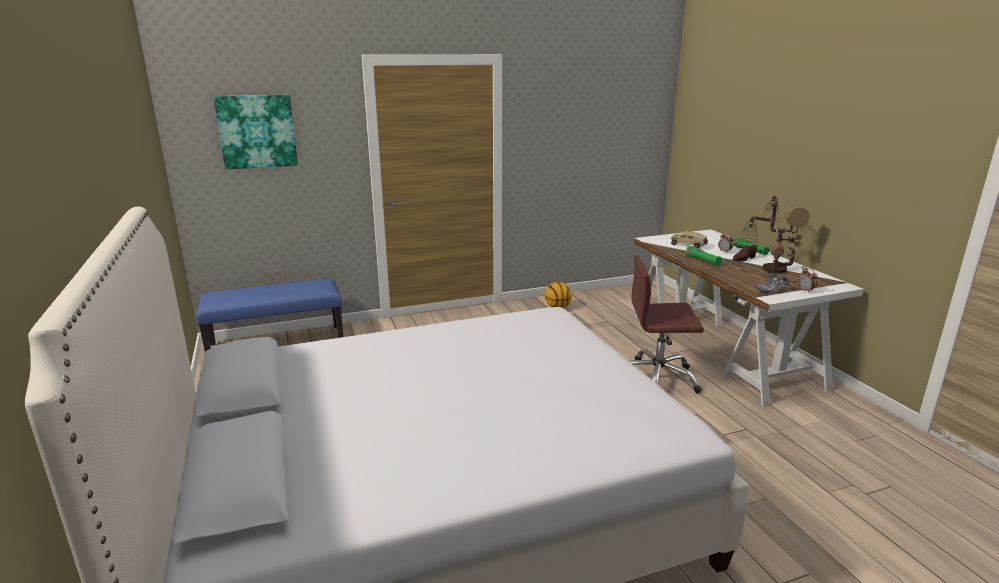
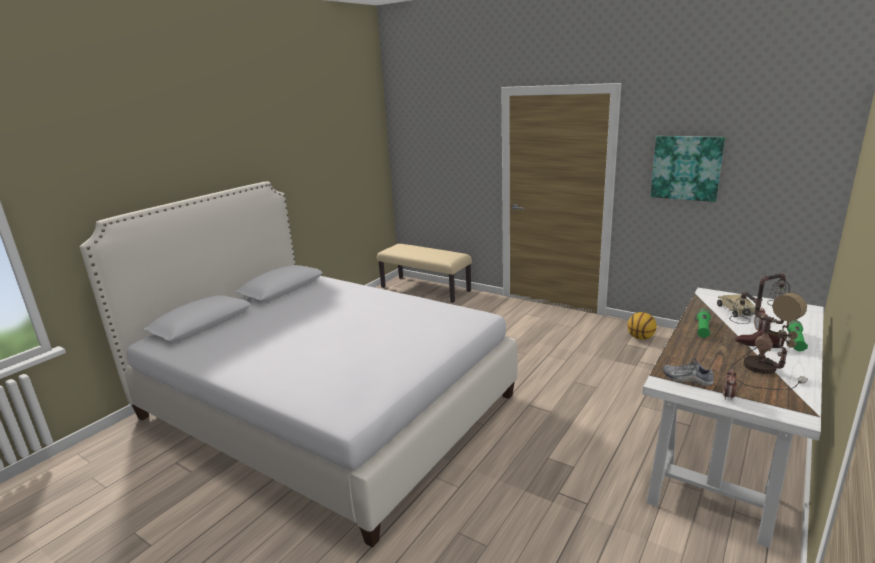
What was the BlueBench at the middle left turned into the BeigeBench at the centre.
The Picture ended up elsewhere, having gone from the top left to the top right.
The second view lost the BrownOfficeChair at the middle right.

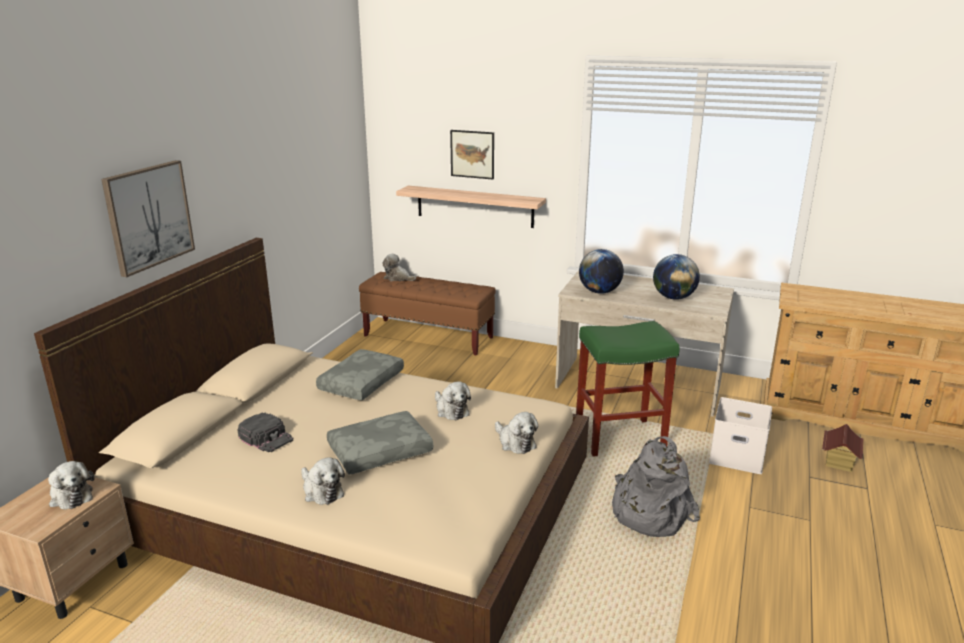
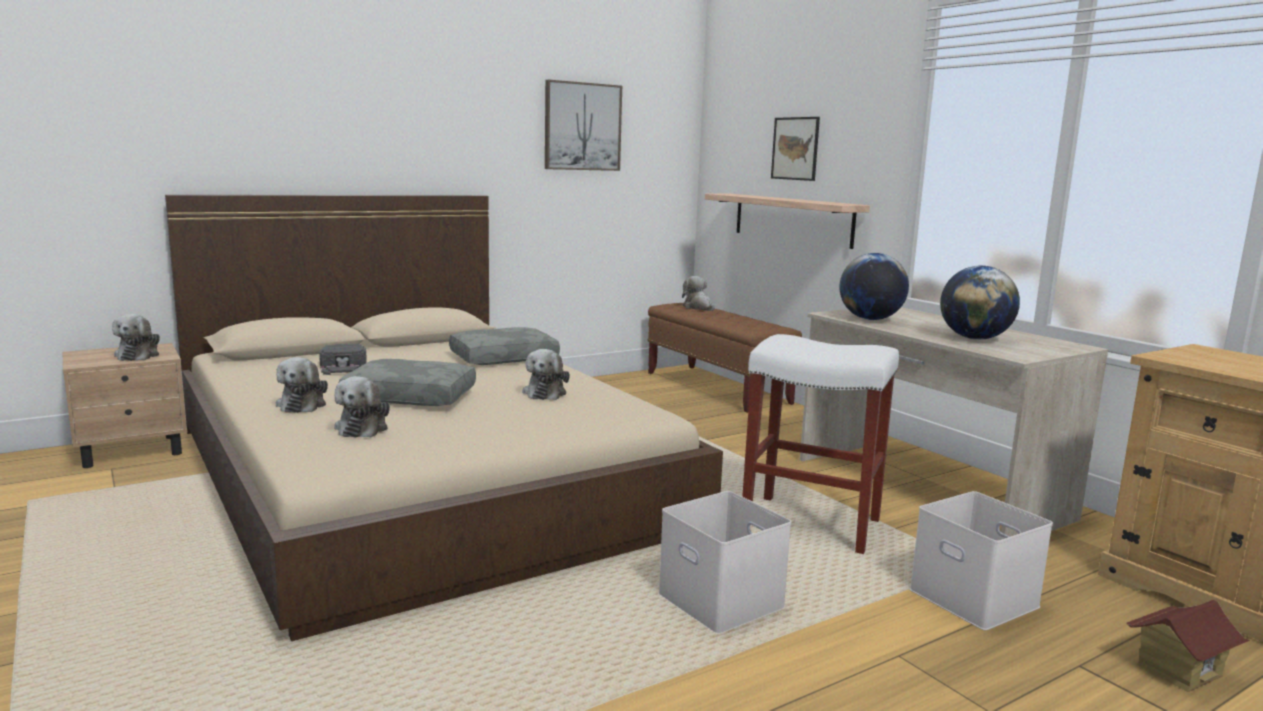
The Picture (no. 1 from left) ended up elsewhere, having gone from the middle left to the top centre.
The PlushToy (no. 5 from left in the first image) ended up elsewhere, having gone from the bottom centre to the middle left.
What was the GreenStool at the centre turned into the WhiteStool at the centre.
Where the GreyBackpack stood at the bottom right, the WhiteStorageBox (no. 1 from left) came to stand at the bottom centre.

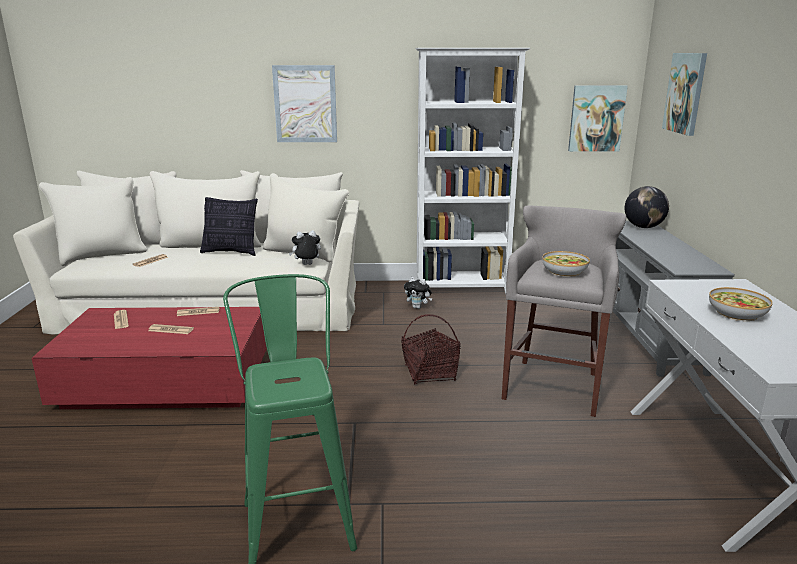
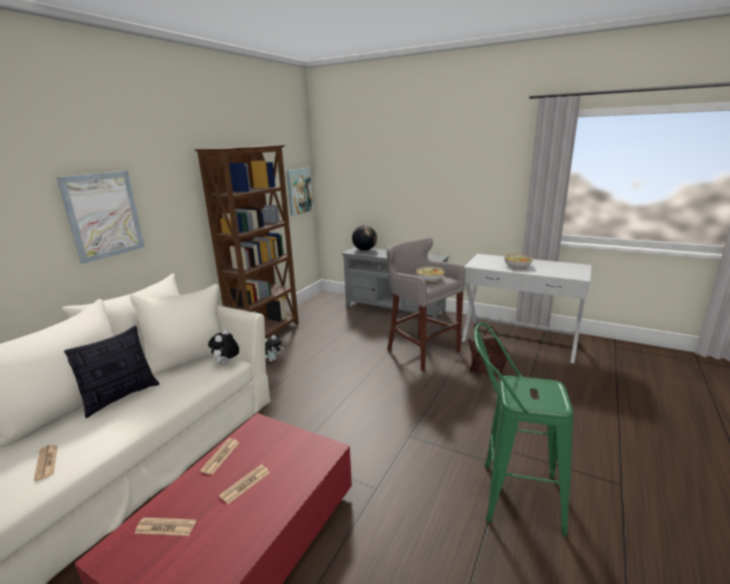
The Basket ended up elsewhere, having gone from the centre to the middle right.
What was the WhiteBookcase at the top centre turned into the BrownBookcase at the centre.
The second view lost the Picture (no. 3 from left) at the top right.

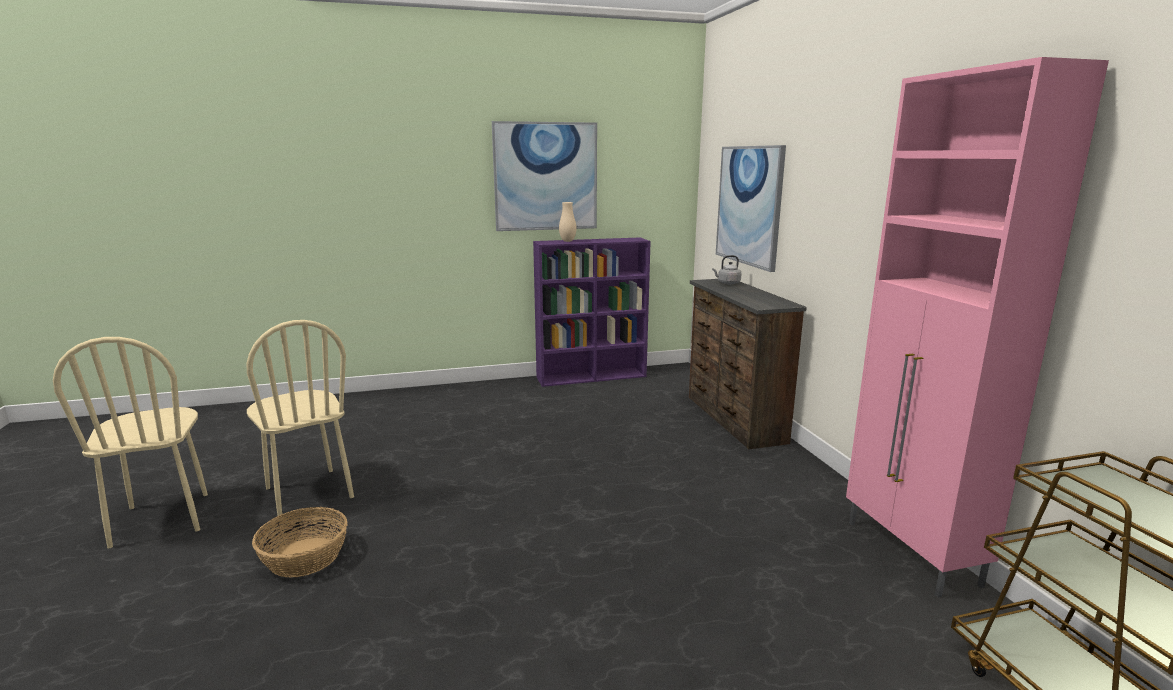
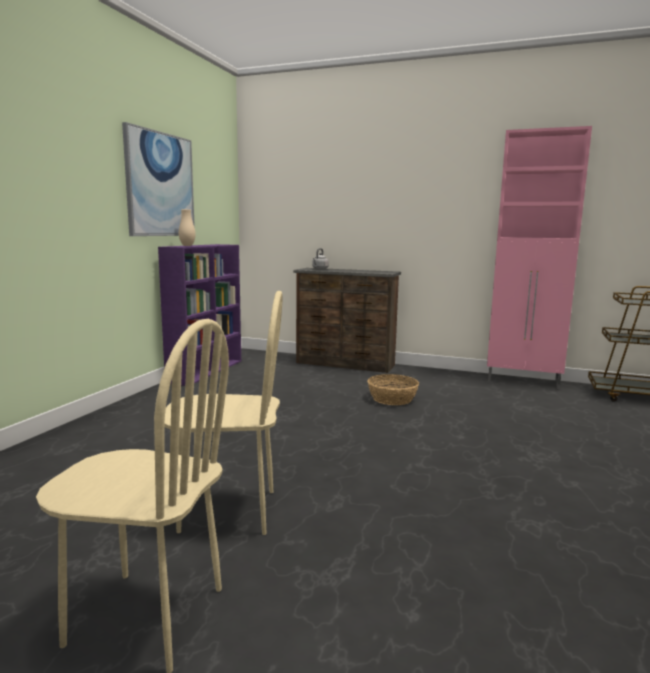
The Basket ended up elsewhere, having gone from the bottom left to the centre.
The second view lost the Picture (no. 2 from left) at the top centre.

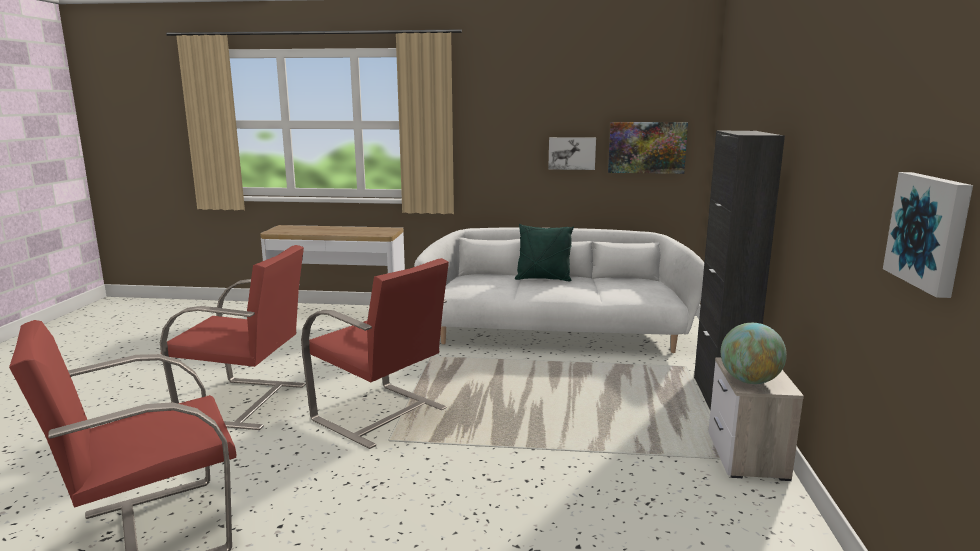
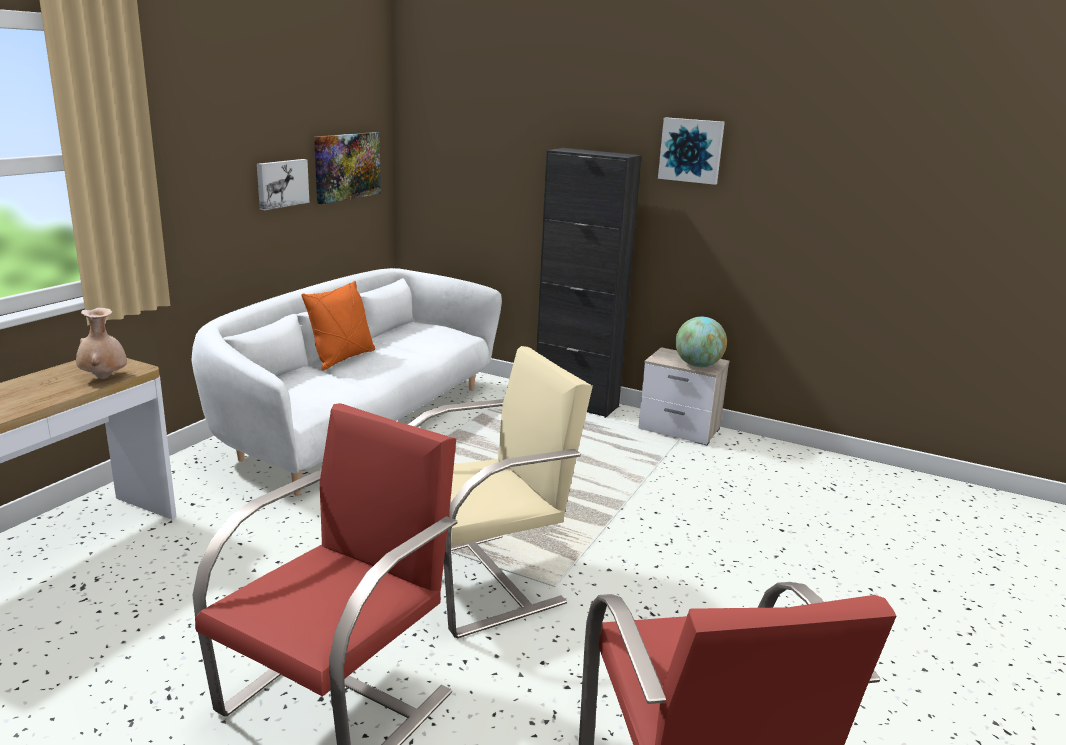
What was the RedArmchair (no. 3 from left) at the centre turned into the BeigeArmchair at the centre.
What was the GreenPillow at the centre turned into the OrangePillow at the middle left.
The Picture (no. 3 from left) ended up elsewhere, having gone from the middle right to the top centre.
The second view gained the BeigeVase at the middle left.

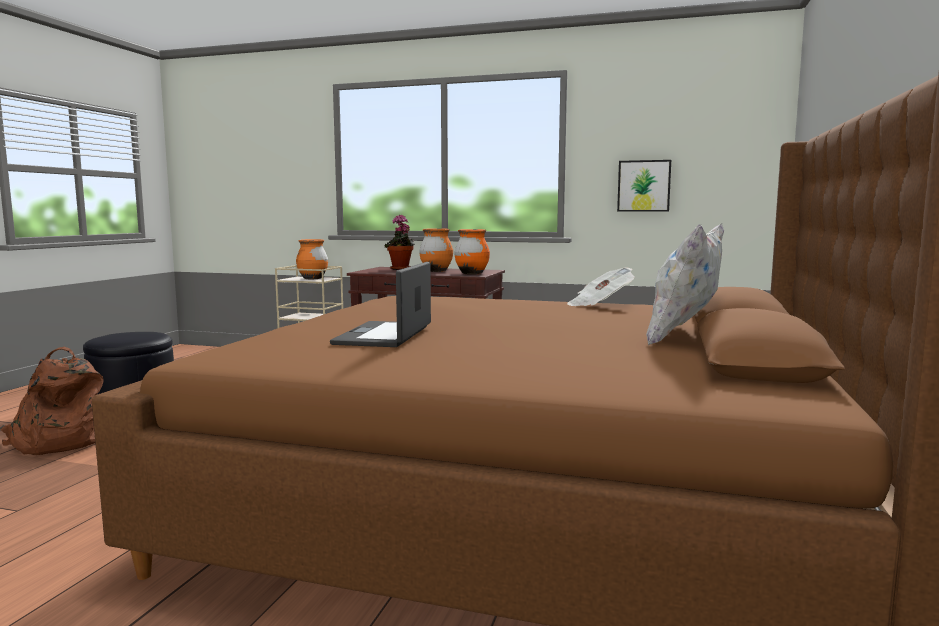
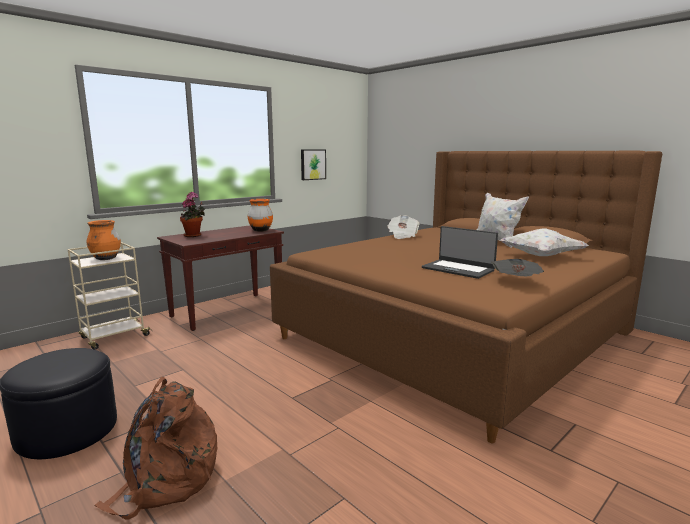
The second view lost the OrangeVase (no. 2 from left) at the centre.
The second view gained the Newspaper (no. 2 from left) at the middle right.
The second view gained the WhitePillow (no. 2 from left) at the middle right.

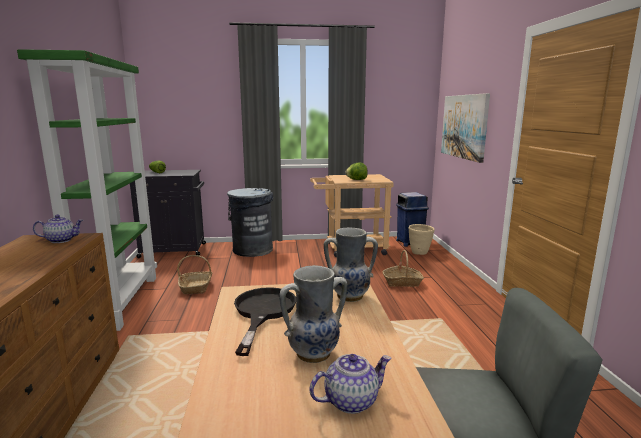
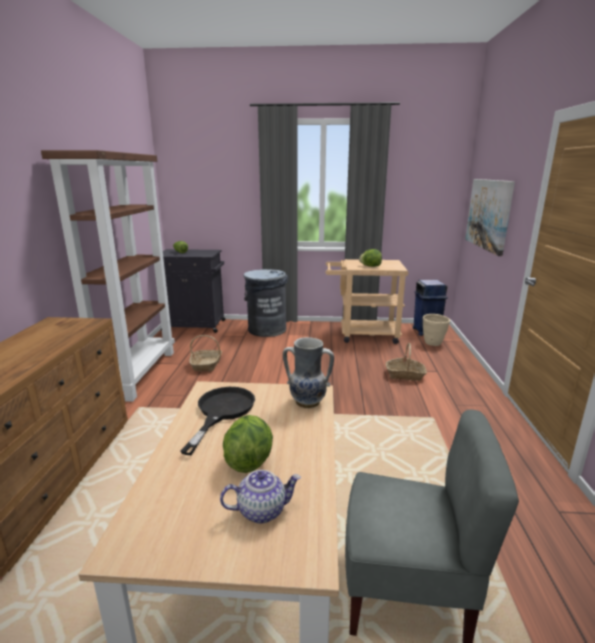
What was the GreenBookcase at the middle left turned into the BrownBookcase at the middle left.
The second view lost the Teapot (no. 1 from left) at the middle left.
Where the Vase (no. 1 from left) stood at the bottom centre, the Lettuce (no. 2 from left) came to stand at the bottom centre.

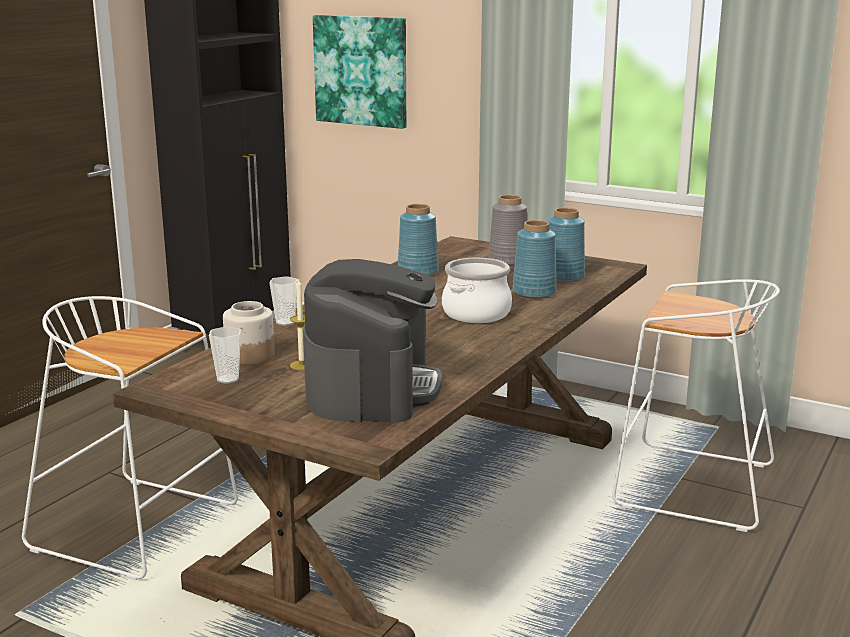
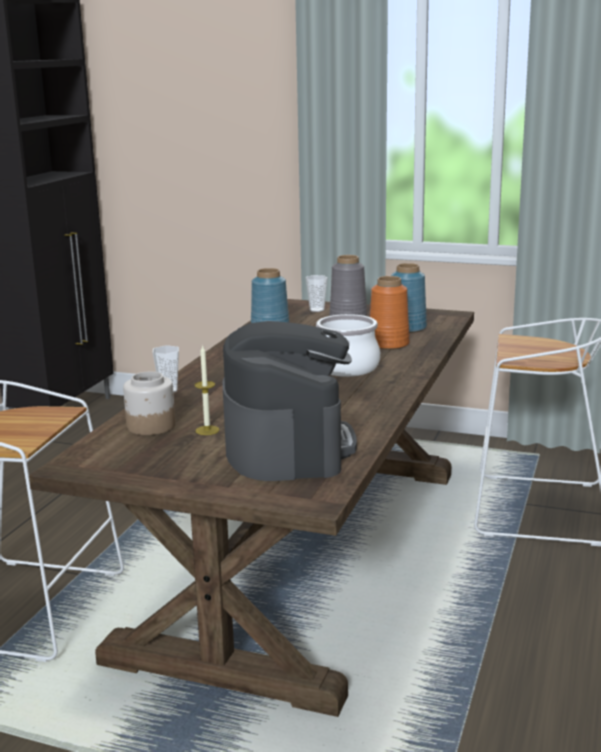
The Cup (no. 1 from left in the first image) ended up elsewhere, having gone from the middle left to the centre.
The second view lost the Picture at the top centre.
What was the BlueVase (no. 2 from left) at the centre turned into the OrangeVase at the centre.

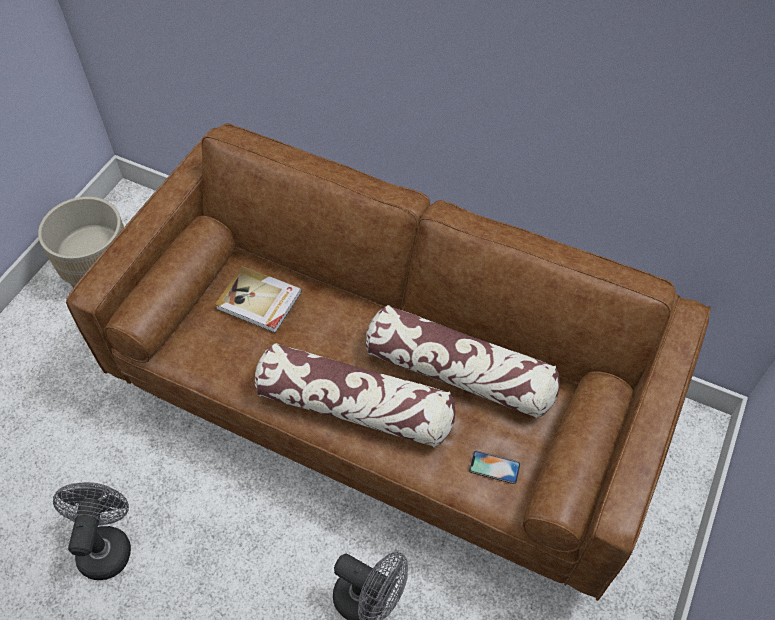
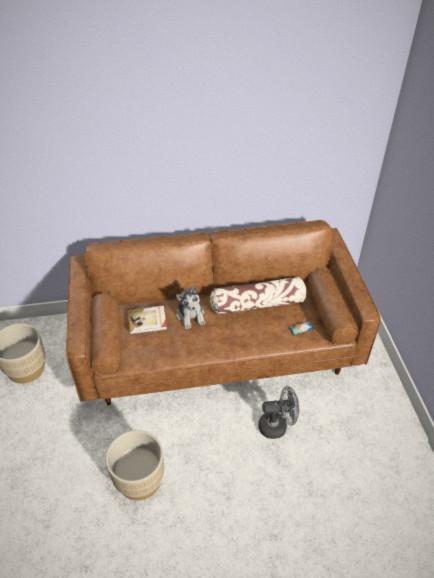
Where the GreyFan (no. 1 from left) stood at the bottom left, the BeigePlanter (no. 2 from left) came to stand at the bottom left.
The second view lost the Pillow (no. 1 from left) at the centre.
The second view gained the PlushToy at the centre.

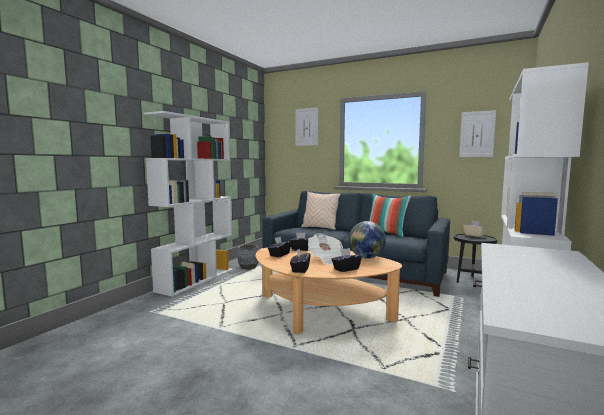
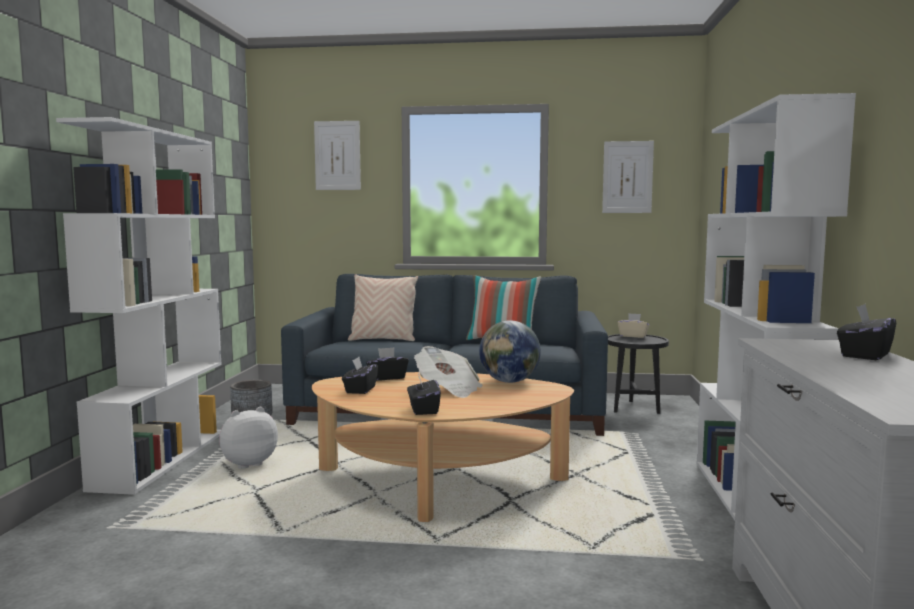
The BlackTissueBox (no. 4 from left) ended up elsewhere, having gone from the centre to the middle right.
The second view gained the PlushToy at the bottom left.

